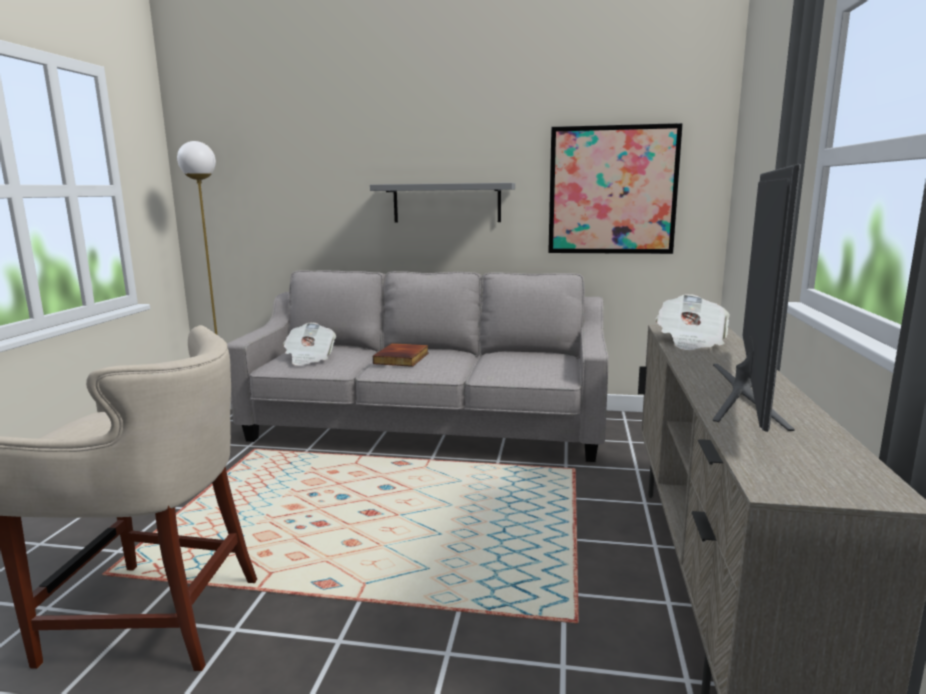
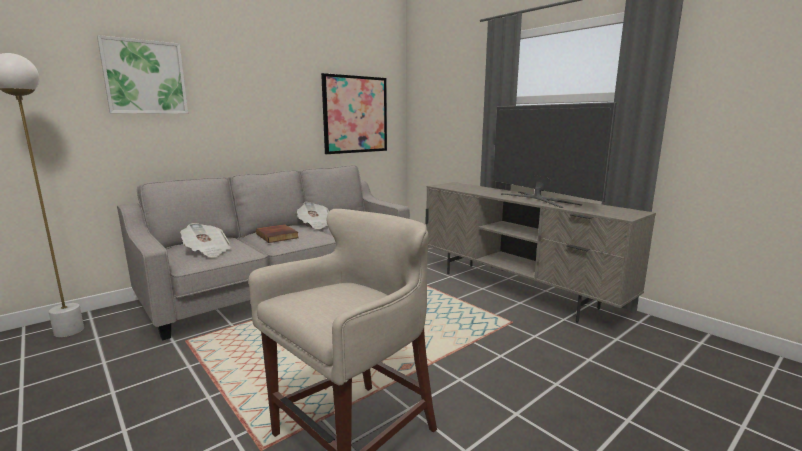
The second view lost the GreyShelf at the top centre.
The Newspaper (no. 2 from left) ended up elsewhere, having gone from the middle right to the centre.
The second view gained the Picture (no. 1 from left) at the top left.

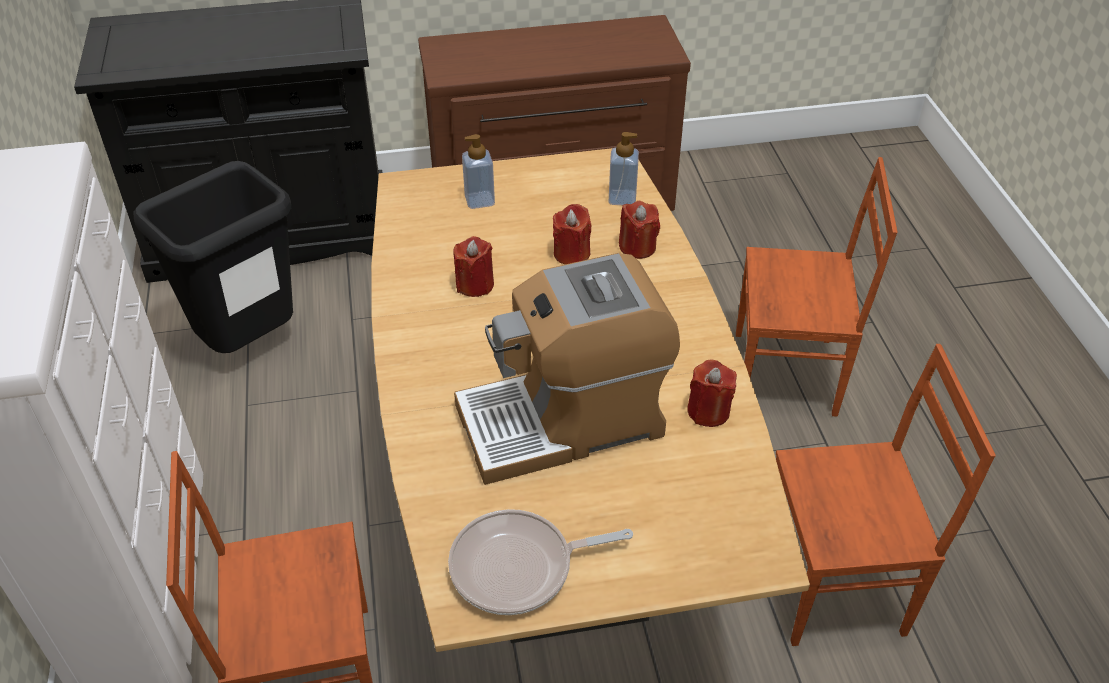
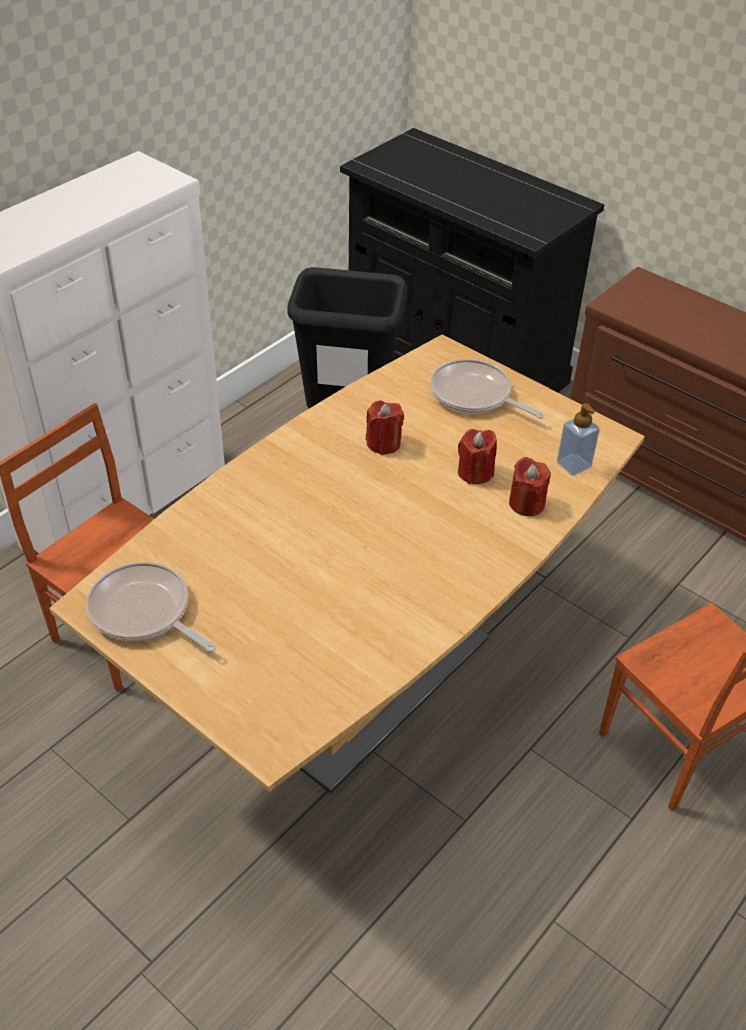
The second view lost the CoffeeMachine at the centre.
Where the SoapDispenser (no. 1 from left) stood at the top centre, the FryingPan (no. 2 from left) came to stand at the centre.
The second view lost the RedCandle (no. 4 from left) at the centre.
The second view lost the BrownChair (no. 3 from left) at the bottom right.

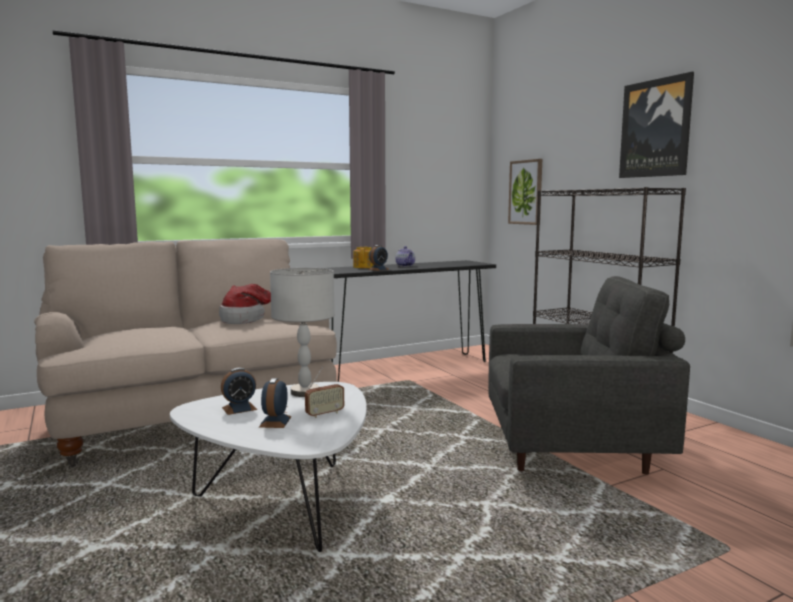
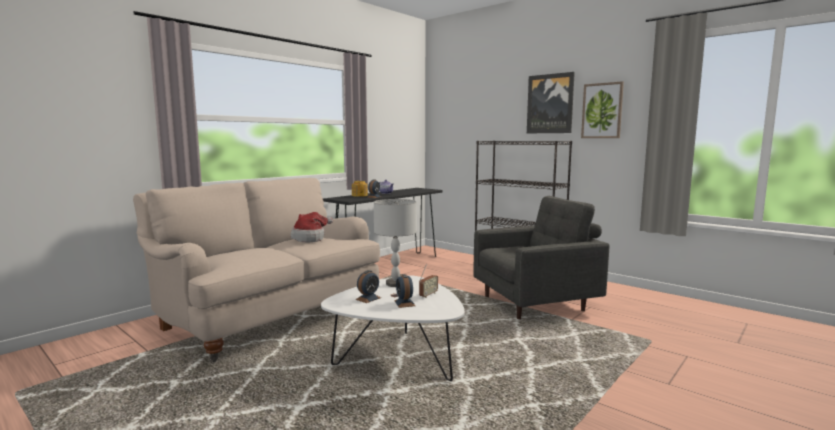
The Picture (no. 1 from left in the first image) ended up elsewhere, having gone from the top centre to the top right.

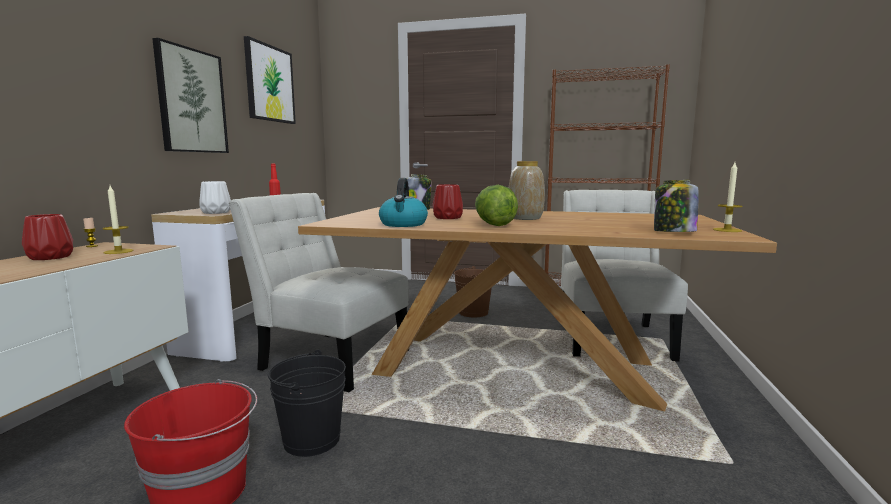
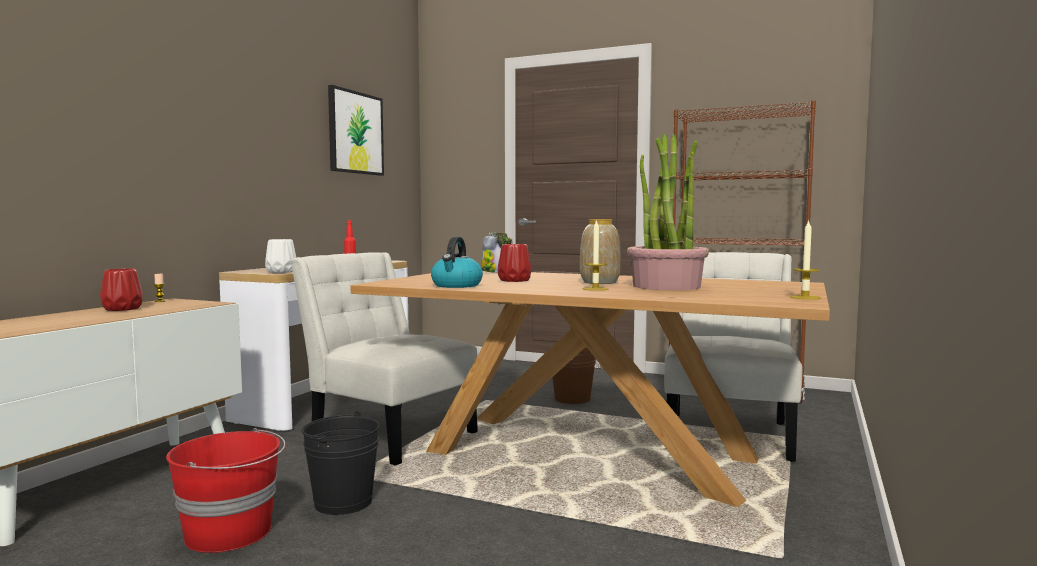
The Candle (no. 2 from left) ended up elsewhere, having gone from the middle left to the centre.
The second view lost the Picture (no. 1 from left) at the top left.
The second view lost the Lettuce at the centre.
The second view lost the Jar (no. 2 from left) at the middle right.
The second view gained the PottedPlant at the centre.

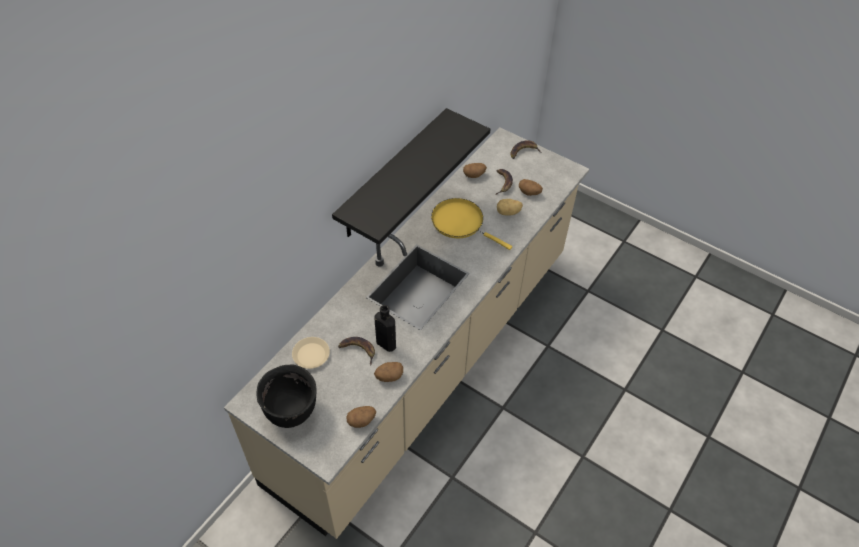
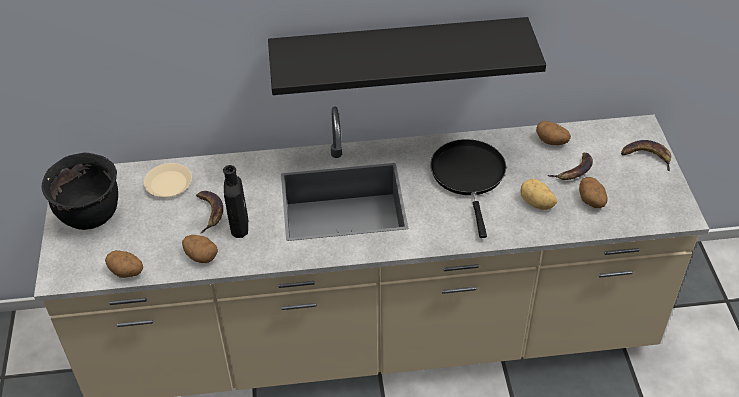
What was the YellowFryingPan at the centre turned into the BlackFryingPan at the centre.

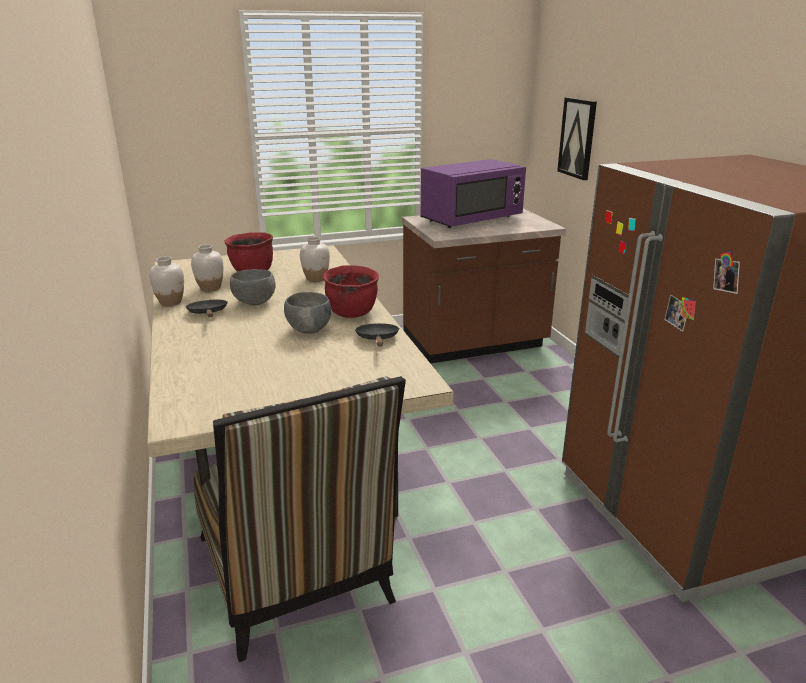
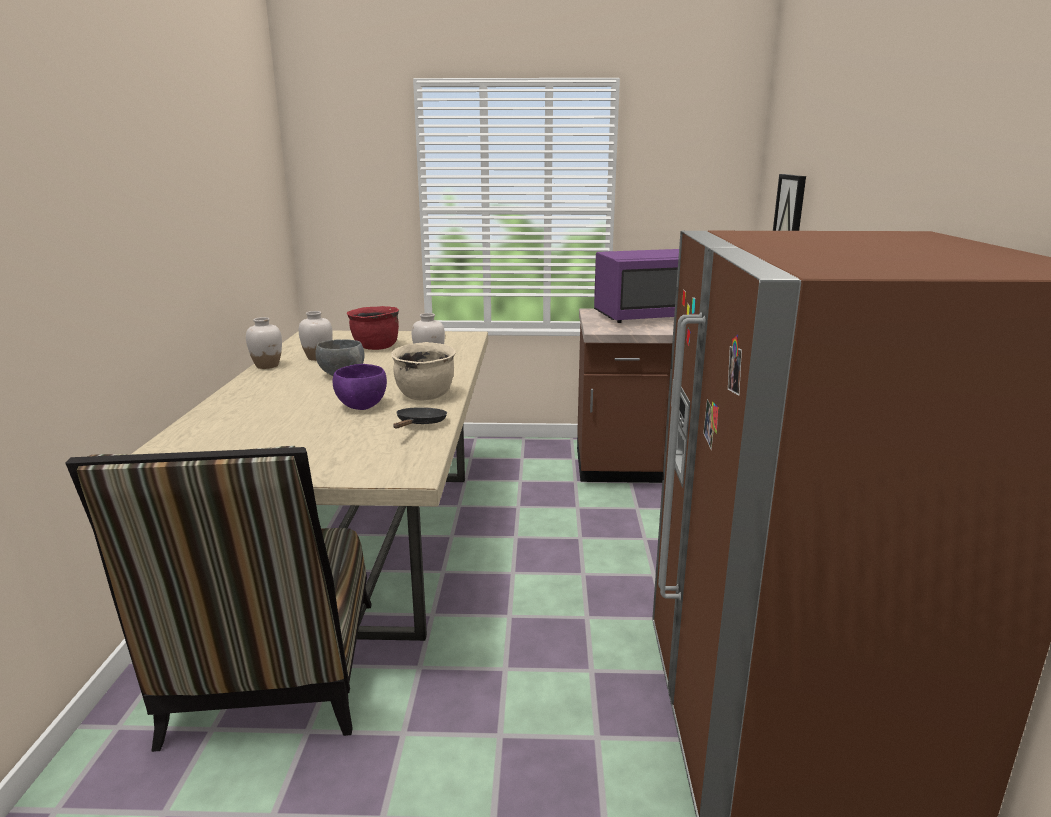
The second view lost the BlackFryingPan (no. 1 from left) at the middle left.
What was the GreyBowl (no. 2 from left) at the centre turned into the PurpleBowl at the centre.
What was the RedCookingPot (no. 2 from left) at the centre turned into the BeigeCookingPot at the centre.

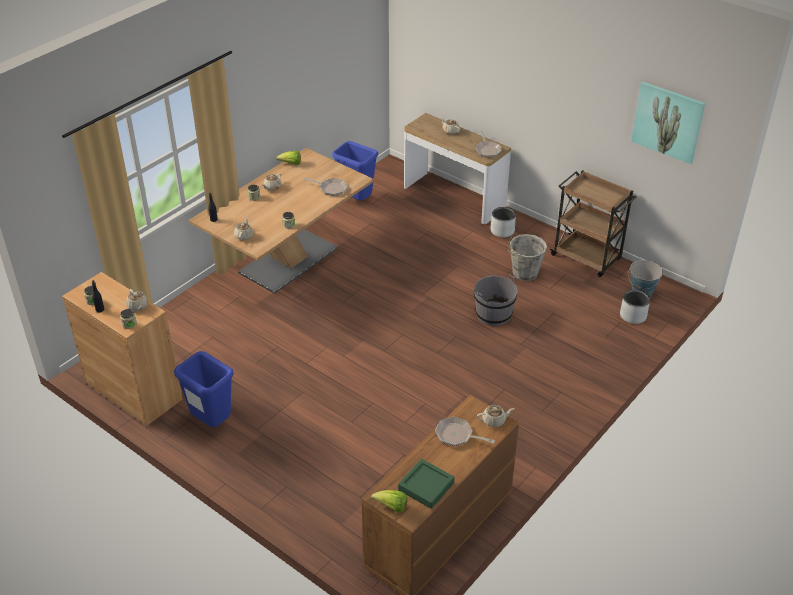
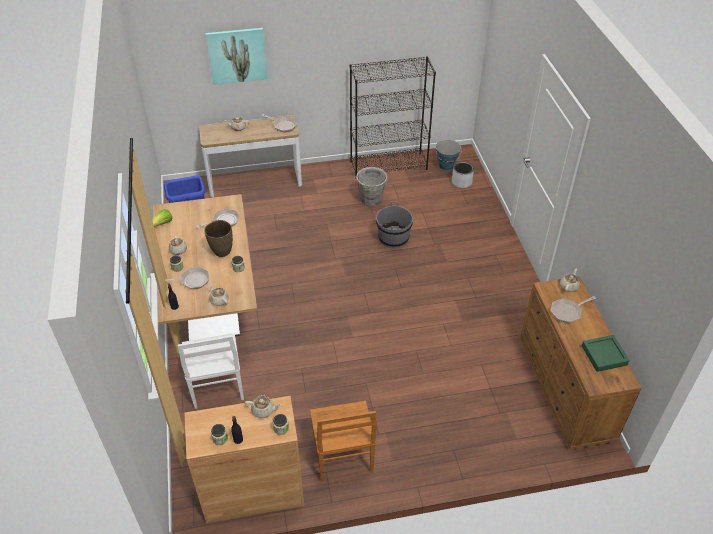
Where the BlueTrashCan (no. 1 from left) stood at the middle left, the BrownChair came to stand at the bottom centre.
The second view lost the Lettuce (no. 2 from left) at the bottom centre.
The second view lost the GreyPlanter (no. 1 from left) at the centre.
Where the BrownCart stood at the middle right, the BlackBookcase came to stand at the top centre.
The Picture ended up elsewhere, having gone from the top right to the top left.
The second view gained the FryingPan (no. 1 from left) at the middle left.
The second view gained the WhiteChair at the bottom left.
The second view gained the BrownVase at the middle left.

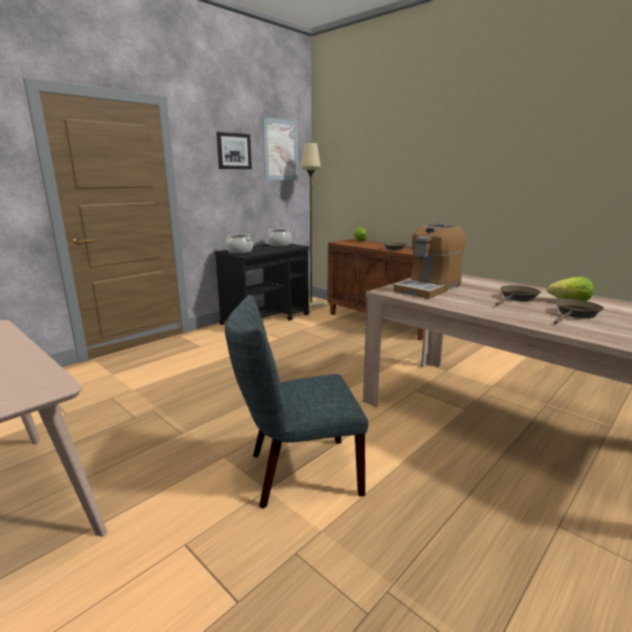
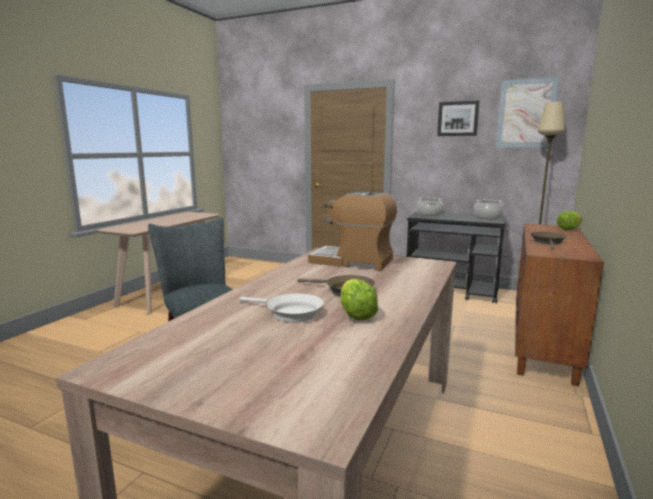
What was the BrownFryingPan (no. 3 from left) at the middle right turned into the WhiteFryingPan at the centre.

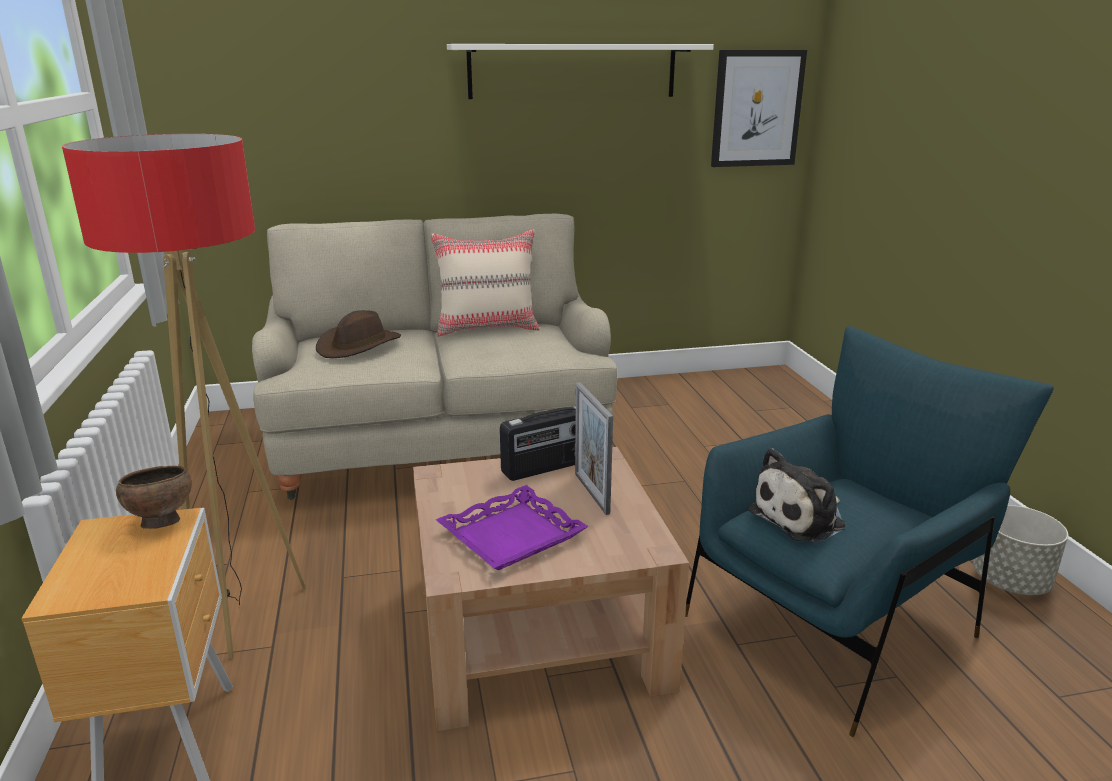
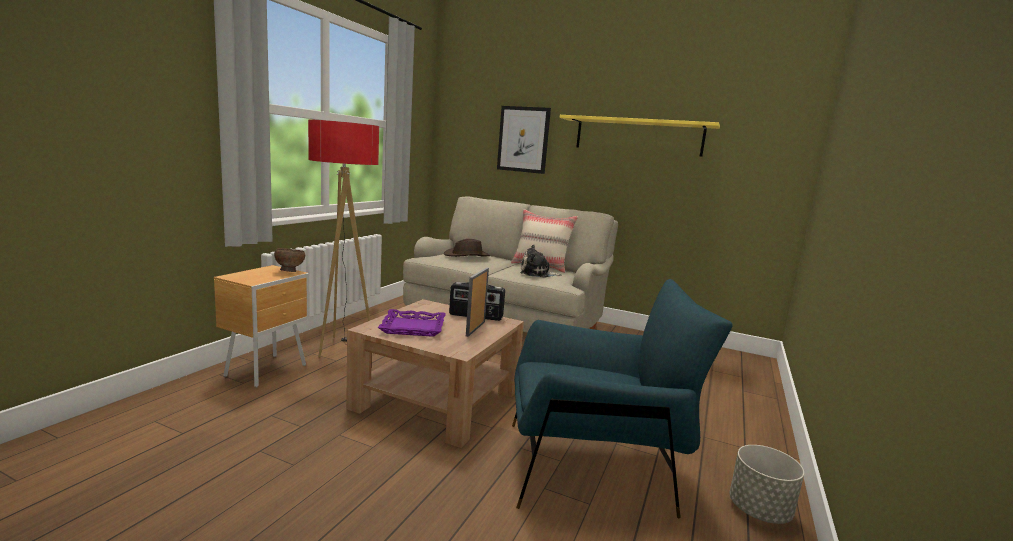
What was the WhiteShelf at the top centre turned into the YellowShelf at the top centre.
The Picture ended up elsewhere, having gone from the top right to the top centre.
The PlushToy ended up elsewhere, having gone from the middle right to the centre.

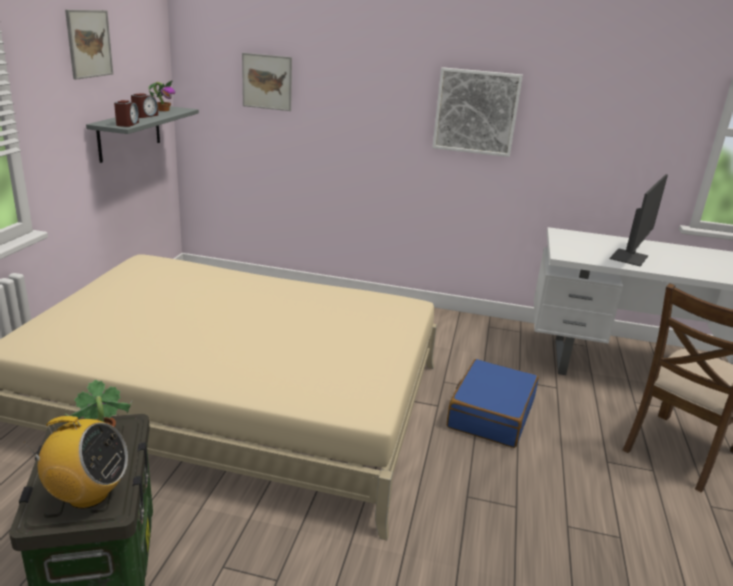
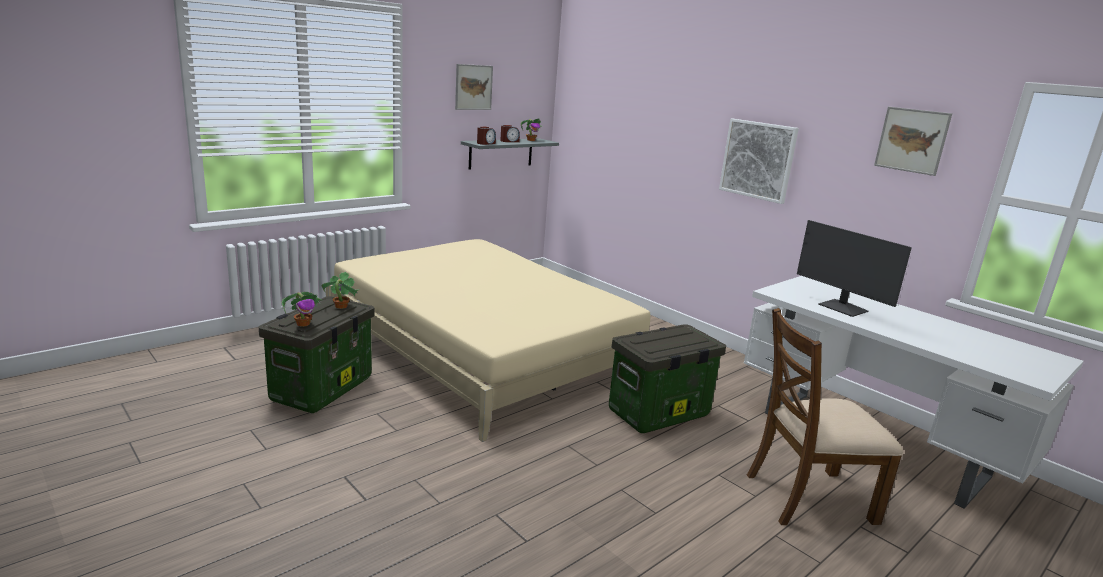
Where the Radio stood at the bottom left, the PottedPlant (no. 1 from left) came to stand at the middle left.
The Picture (no. 2 from left in the first image) ended up elsewhere, having gone from the top centre to the top right.
Where the BlueSuitcase stood at the bottom right, the StorageBox (no. 2 from left) came to stand at the centre.
The Monitor at the middle right ended up facing another way, 75 degrees clockwise from before.

